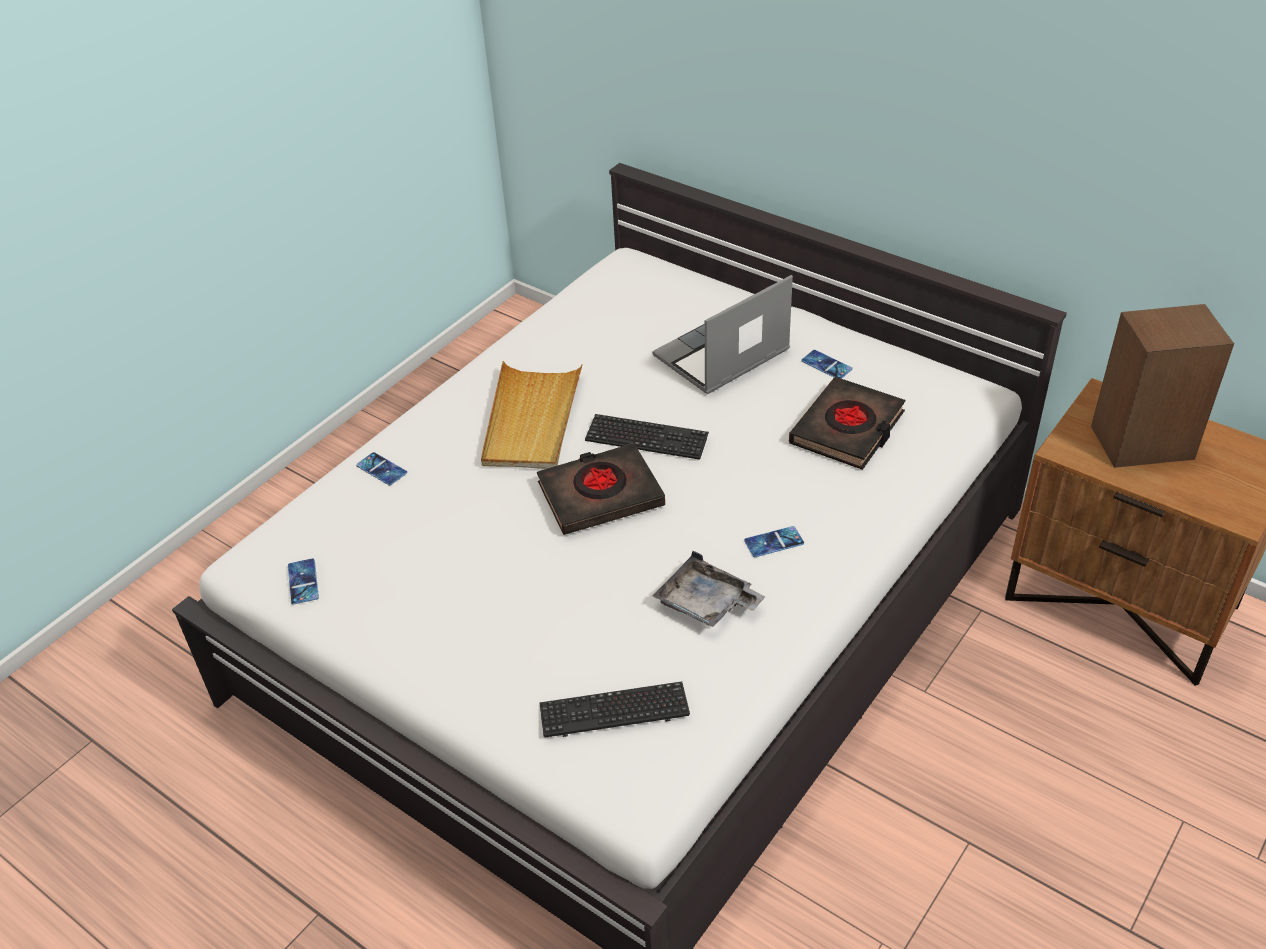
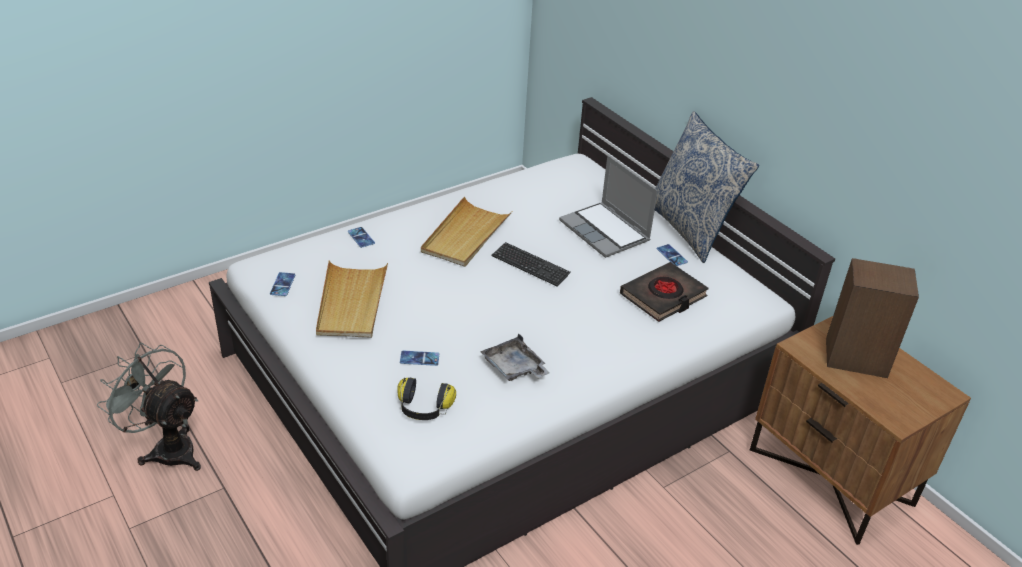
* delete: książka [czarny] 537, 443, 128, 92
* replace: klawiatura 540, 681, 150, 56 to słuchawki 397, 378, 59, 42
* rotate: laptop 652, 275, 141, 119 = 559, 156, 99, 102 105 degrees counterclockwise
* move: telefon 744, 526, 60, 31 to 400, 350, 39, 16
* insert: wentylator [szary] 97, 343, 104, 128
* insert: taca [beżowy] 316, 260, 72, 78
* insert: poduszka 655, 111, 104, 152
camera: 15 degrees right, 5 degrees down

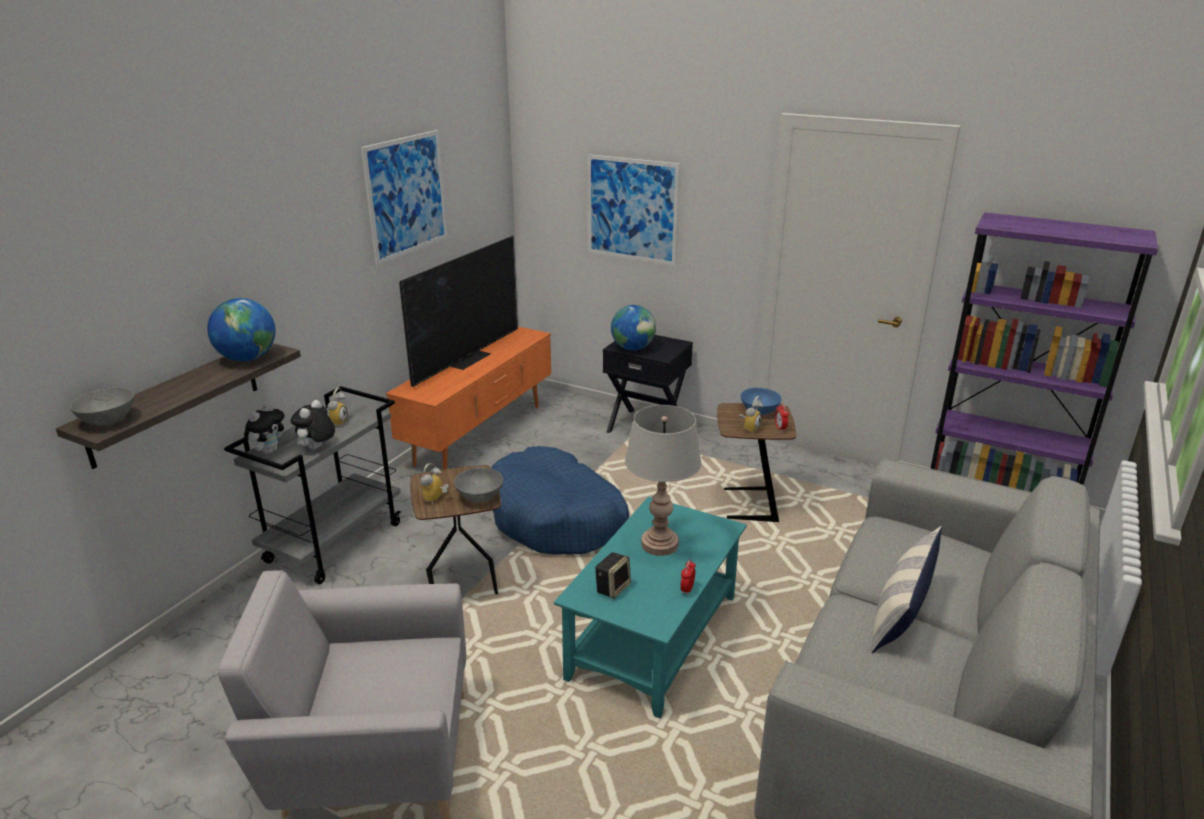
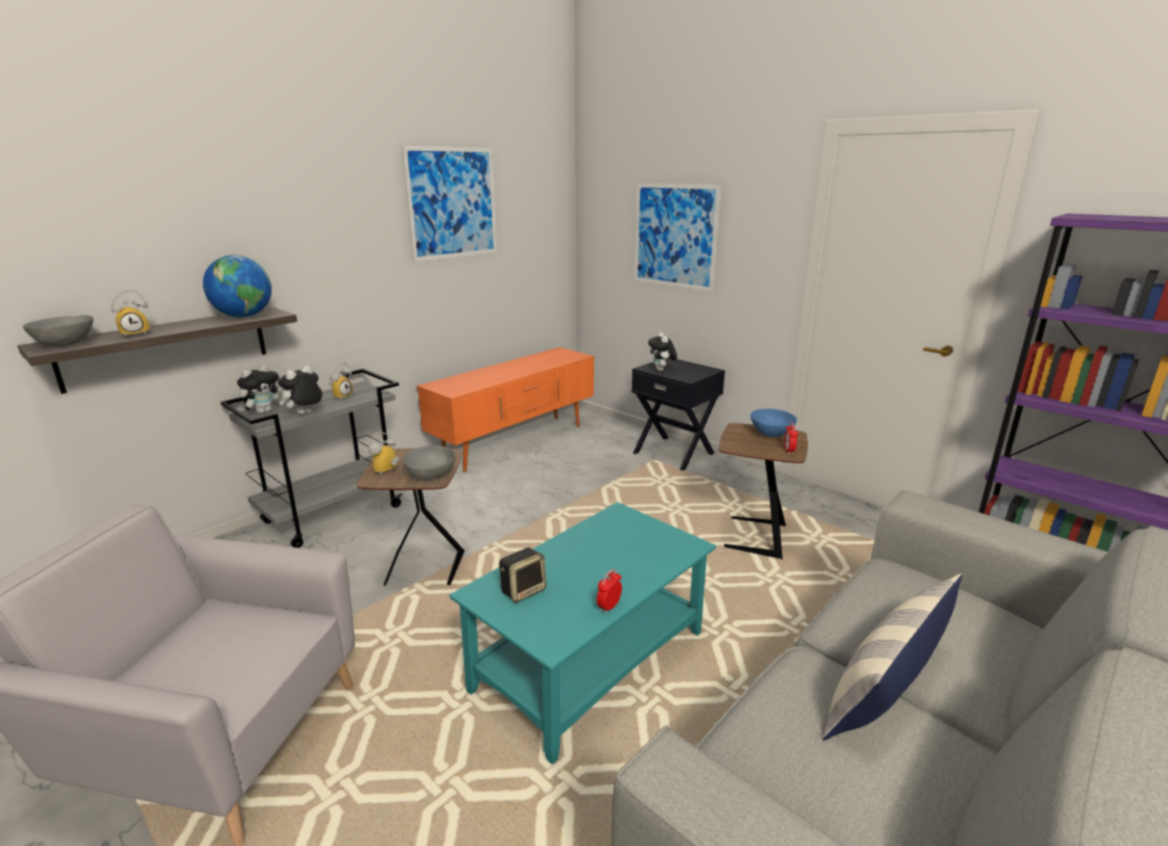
* delete: telewizor 399, 236, 119, 151
* delete: legowisko [niebieski] 491, 446, 138, 109
* replace: globus 611, 305, 45, 45 to pluszak 648, 332, 29, 39
* delete: lampa stołowa [szary] 625, 405, 76, 151
* move: budzik 739, 396, 24, 37 to 111, 290, 39, 48
camera: 15 degrees right, 5 degrees down

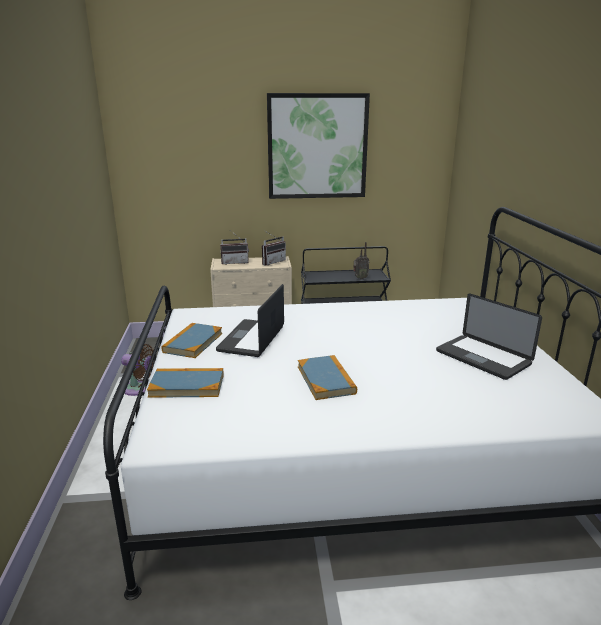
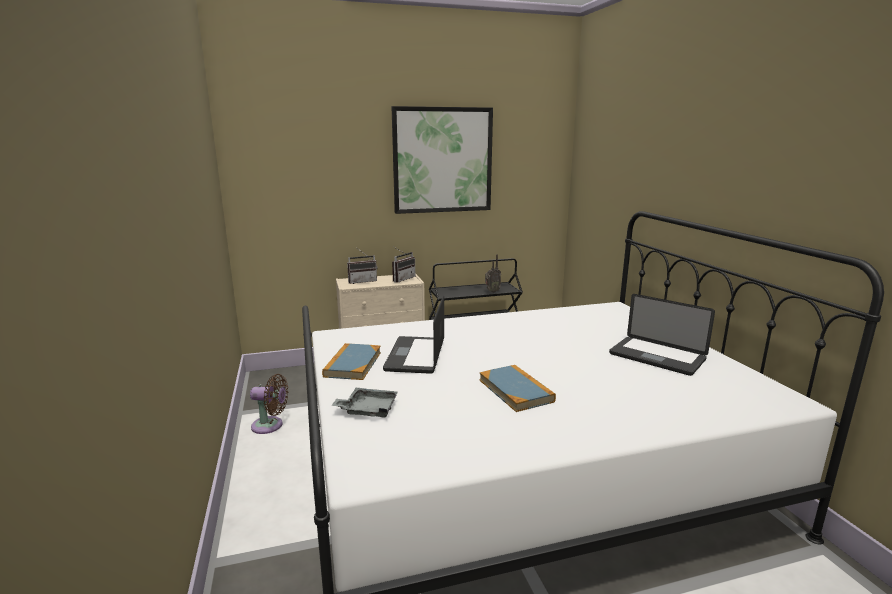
* replace: książka 147, 368, 77, 30 to taca [szary] 331, 388, 67, 30
camera: 10 degrees left, 5 degrees down

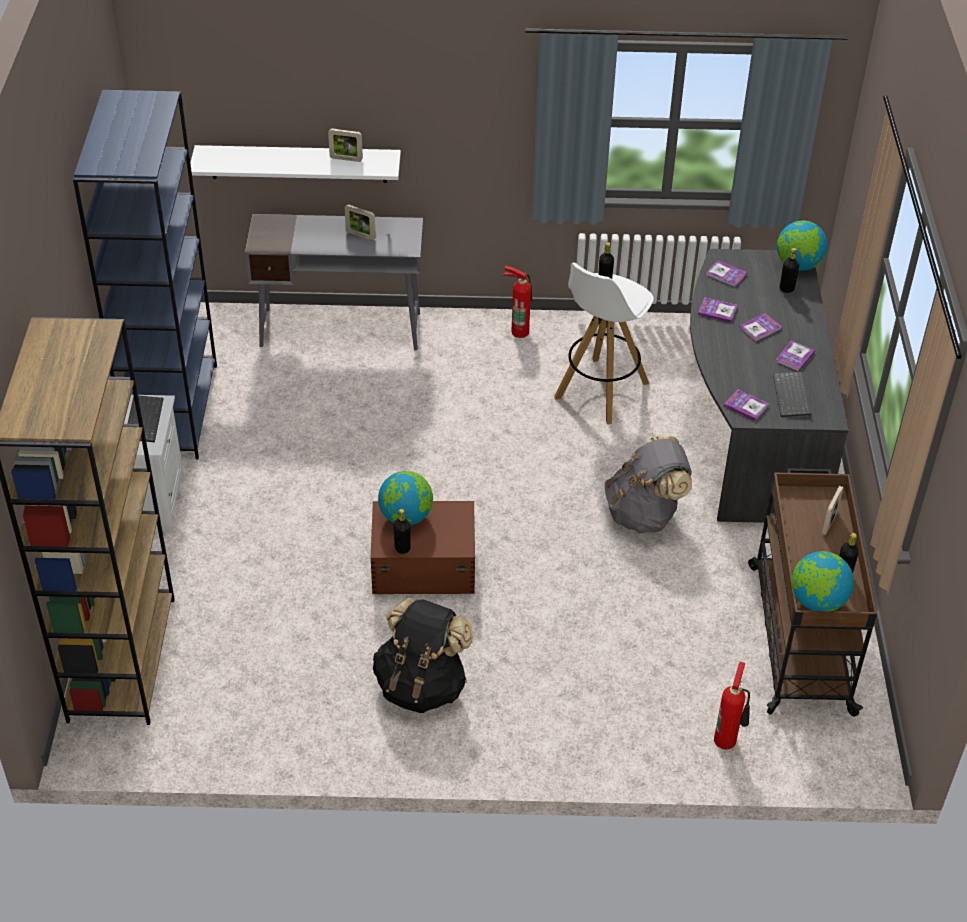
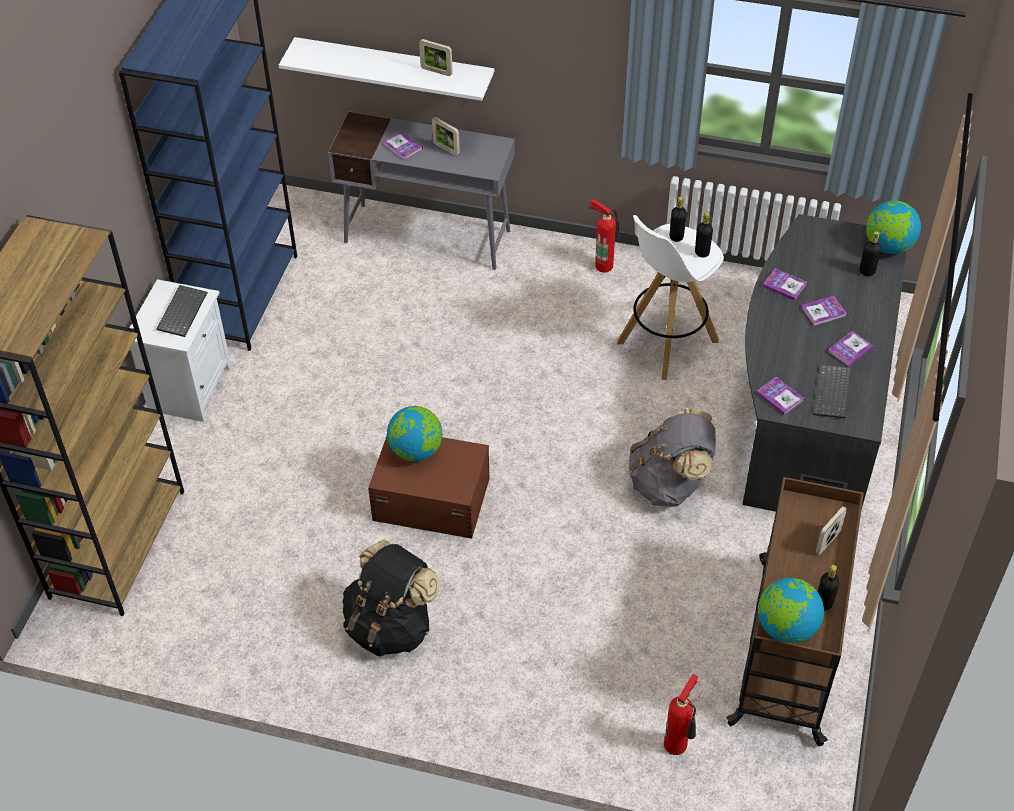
* move: butelka [czarny] 394, 509, 17, 45 to 695, 212, 18, 46
* move: książka 706, 260, 41, 27 to 383, 131, 40, 29
camera: 15 degrees right, 5 degrees up

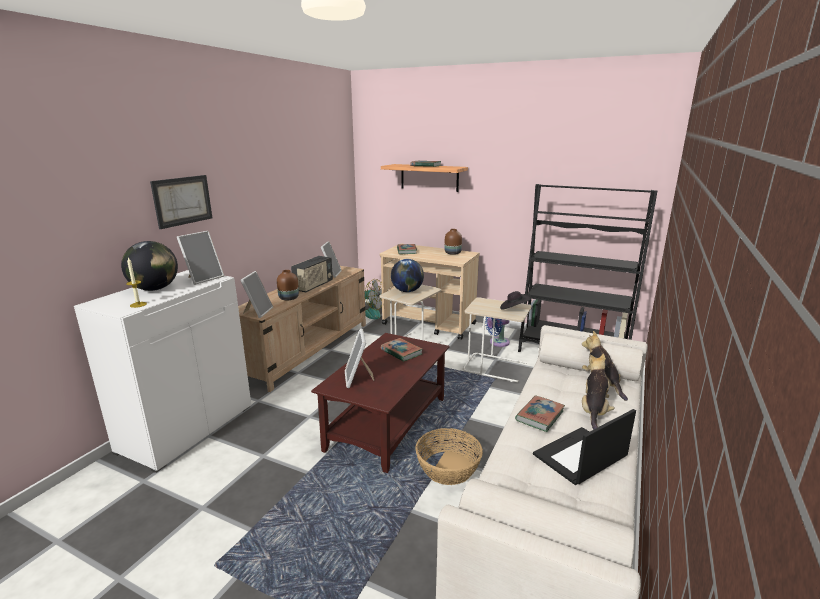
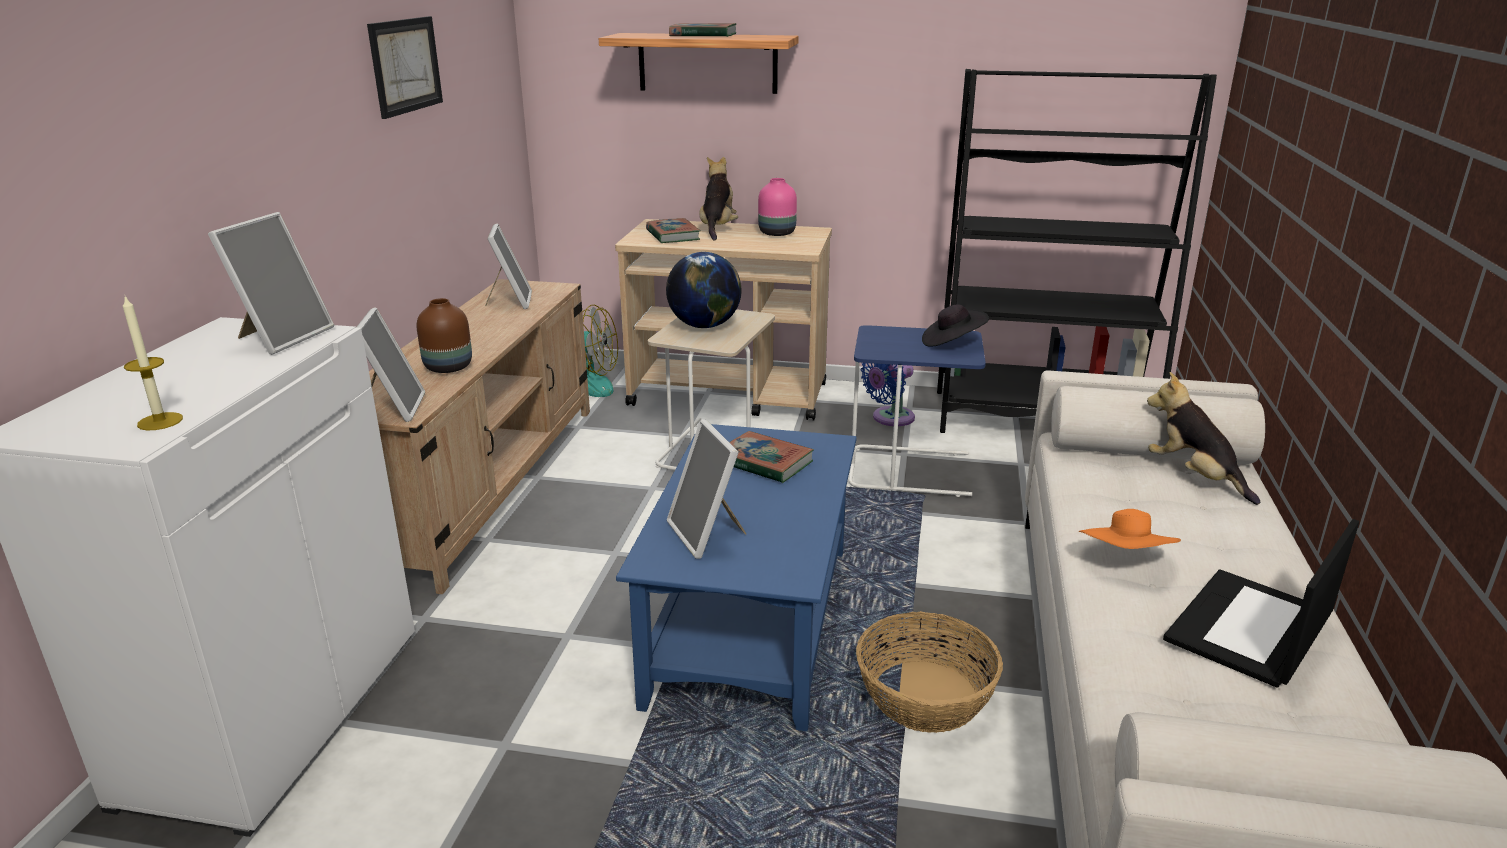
* delete: globus 121, 241, 57, 50
* move: obraz 150, 175, 62, 54 to 367, 16, 76, 103
* delete: radio 291, 256, 42, 36
* recolor: ława [brązowy] 311, 333, 139, 140 to ława [niebieski] 616, 424, 241, 307
* recolor: wazon [brązowy] 444, 229, 18, 26 to wazon [różowy] 758, 178, 39, 58
* recolor: stolik [beżowy] 463, 297, 68, 85 to stolik [niebieski] 849, 325, 137, 172
* replace: książka 515, 395, 50, 37 to kapelusz [pomarańczowy] 1079, 509, 102, 40
* move: pluszak 582, 354, 33, 76 to 699, 157, 39, 84
camera: 15 degrees left, 5 degrees up

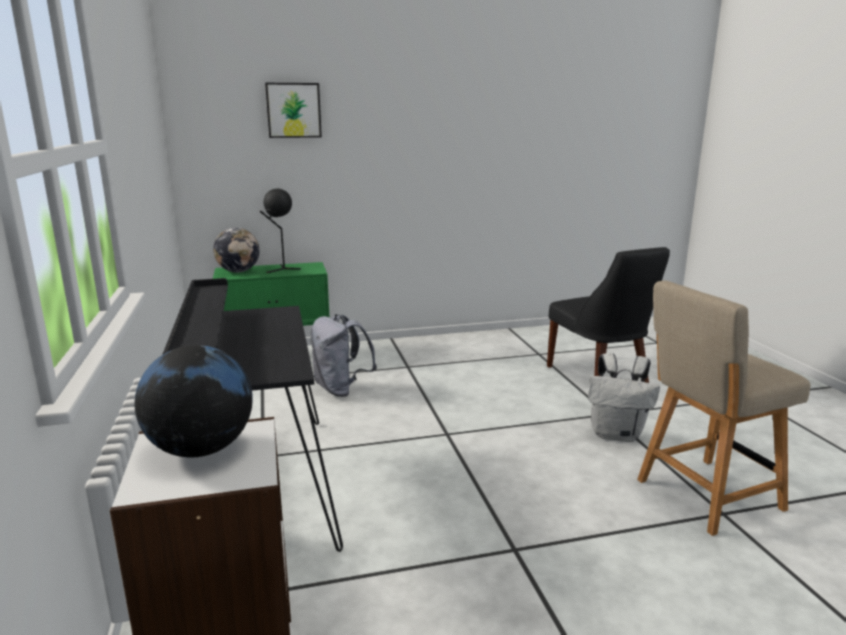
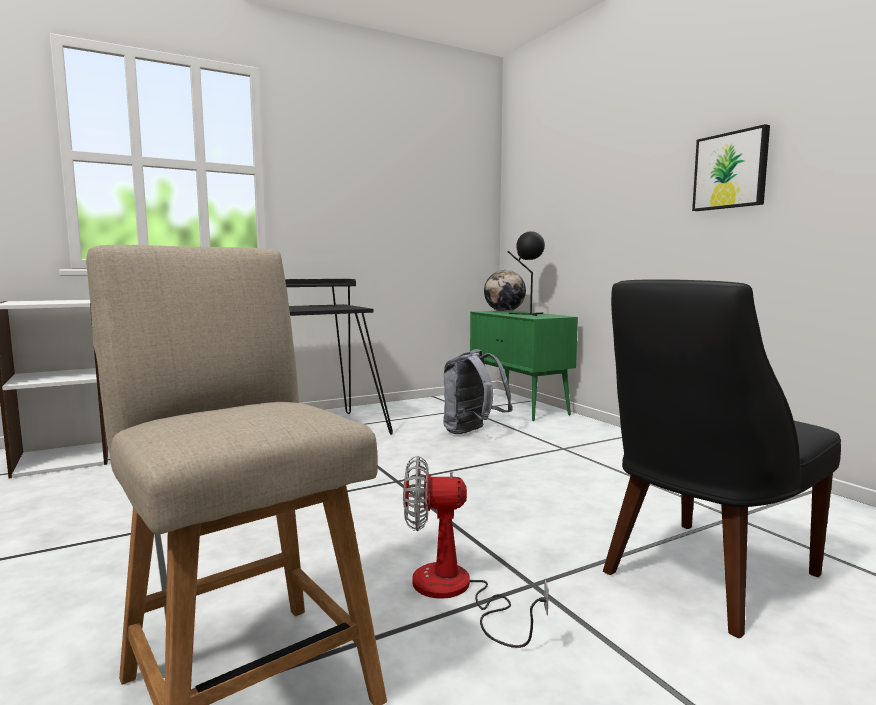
* delete: globus 135, 345, 118, 113
* move: obraz 265, 83, 57, 55 to 692, 124, 78, 87
* replace: plecak [biały] 588, 353, 72, 89 to wentylator 403, 456, 146, 192
camera: 75 degrees right, 10 degrees down

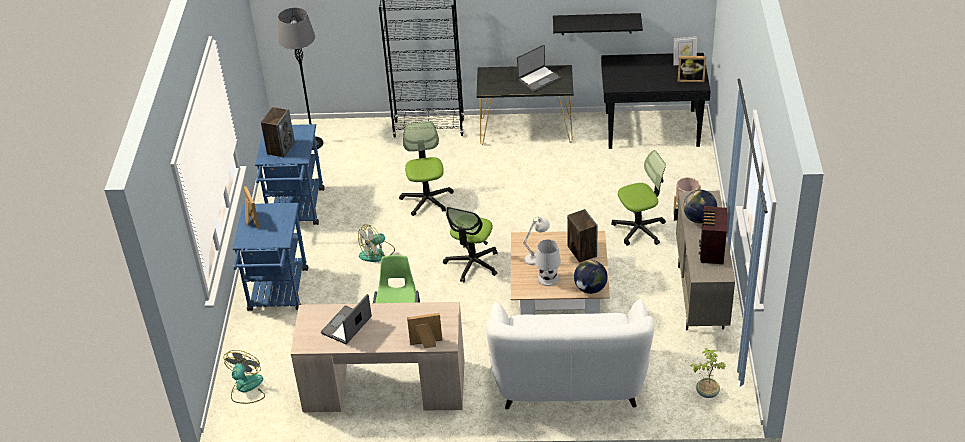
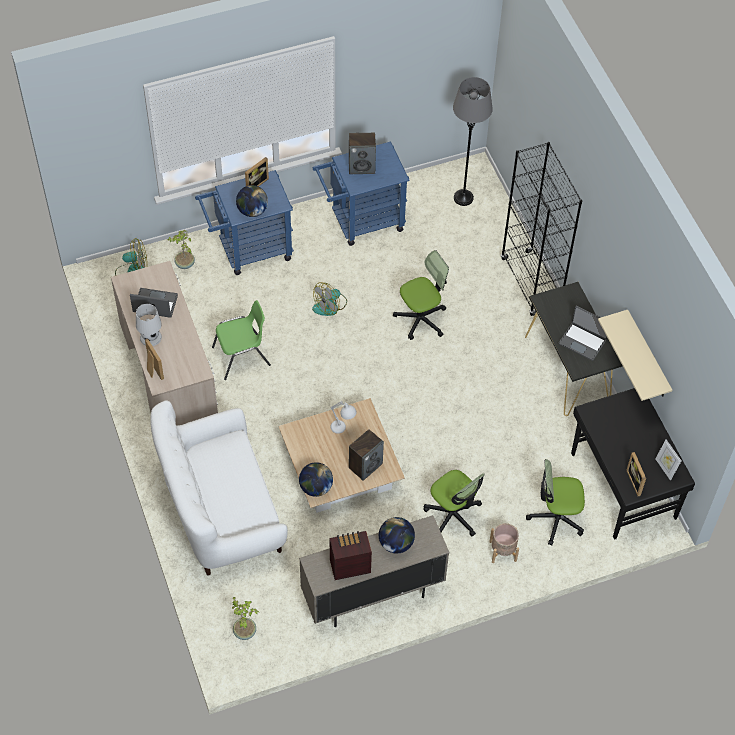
* rotate: wentylator 358, 224, 37, 38 = 312, 283, 35, 33 75 degrees counterclockwise
* move: krzesło biurowe 443, 207, 55, 76 to 526, 459, 59, 87
* move: lampa stołowa [biały] 535, 239, 26, 47 to 136, 304, 26, 42
* recolor: półka [czarny] 553, 13, 90, 22 to półka [beżowy] 598, 310, 74, 91
* insert: roślina doniczkowa 168, 230, 27, 39
* insert: globus 236, 185, 32, 32
camera: 65 degrees right, 15 degrees up

